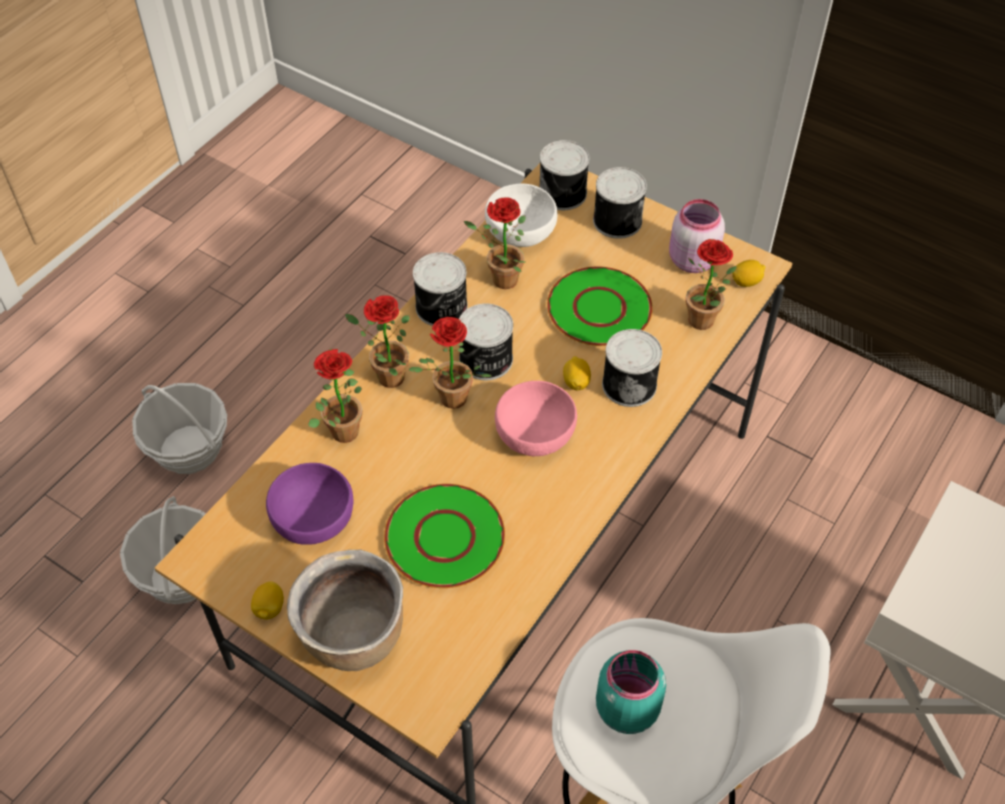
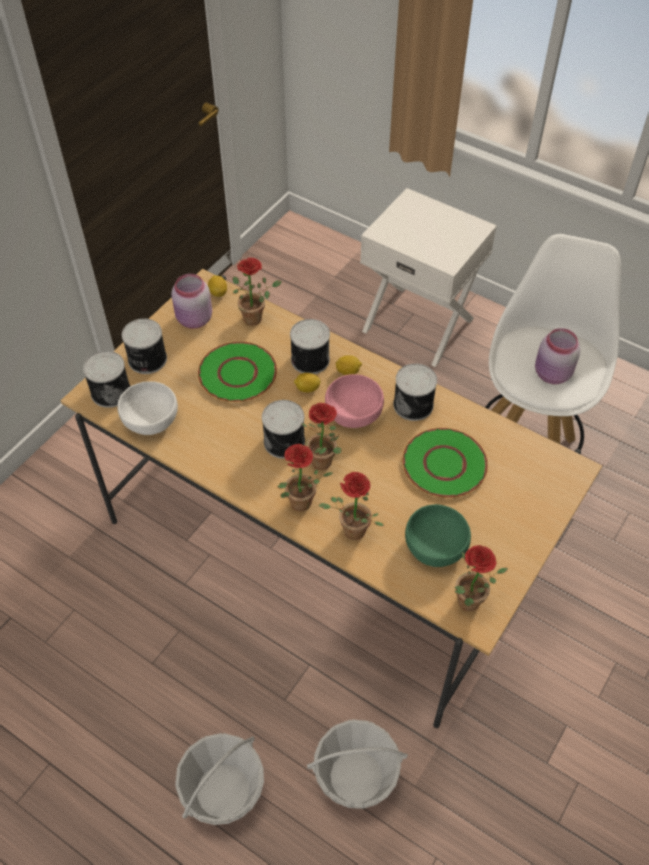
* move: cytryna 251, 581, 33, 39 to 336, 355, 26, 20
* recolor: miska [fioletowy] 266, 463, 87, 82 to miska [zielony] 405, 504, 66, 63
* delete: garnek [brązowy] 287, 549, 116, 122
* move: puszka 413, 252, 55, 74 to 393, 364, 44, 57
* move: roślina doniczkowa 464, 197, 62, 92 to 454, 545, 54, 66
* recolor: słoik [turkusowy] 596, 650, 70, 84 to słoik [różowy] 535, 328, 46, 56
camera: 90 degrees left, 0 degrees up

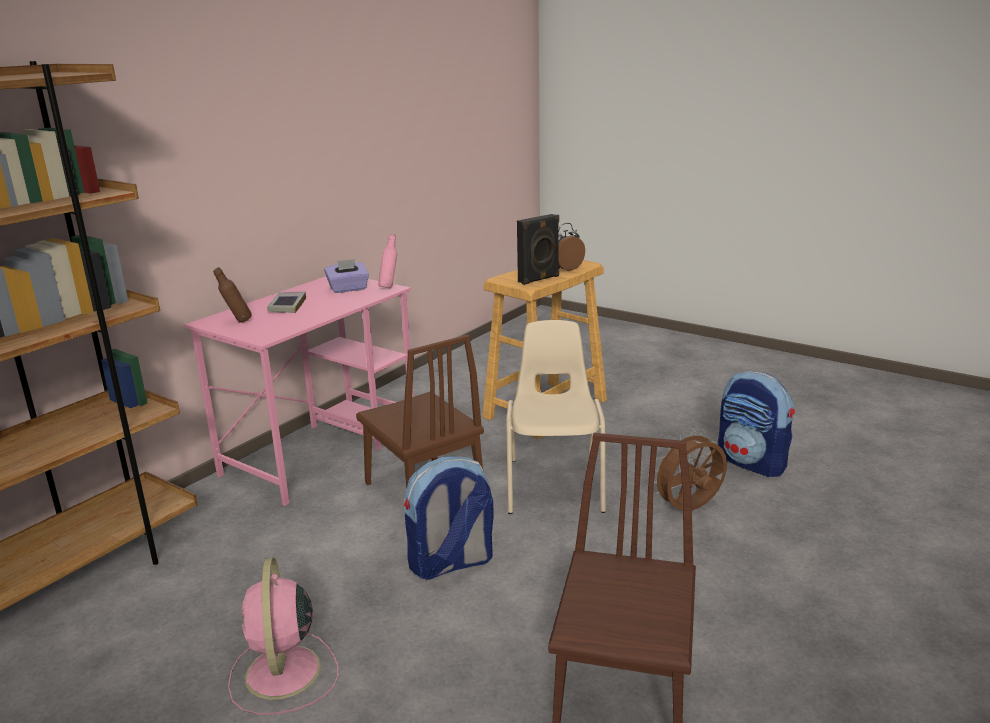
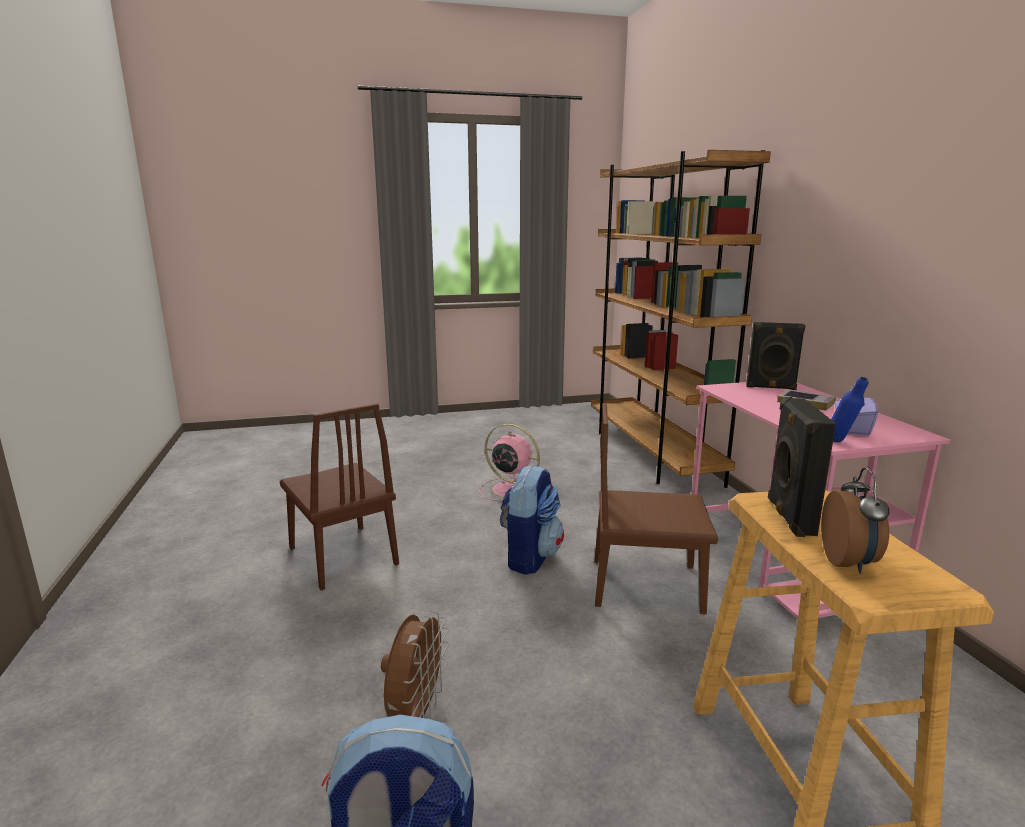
* replace: butelka [brązowy] 213, 267, 39, 56 to głośnik [czarny] 746, 322, 59, 68
* recolor: butelka [różowy] 378, 234, 19, 55 to butelka [niebieski] 831, 377, 38, 65
* delete: krzesło [beżowy] 506, 320, 100, 194
camera: 130 degrees right, 5 degrees down

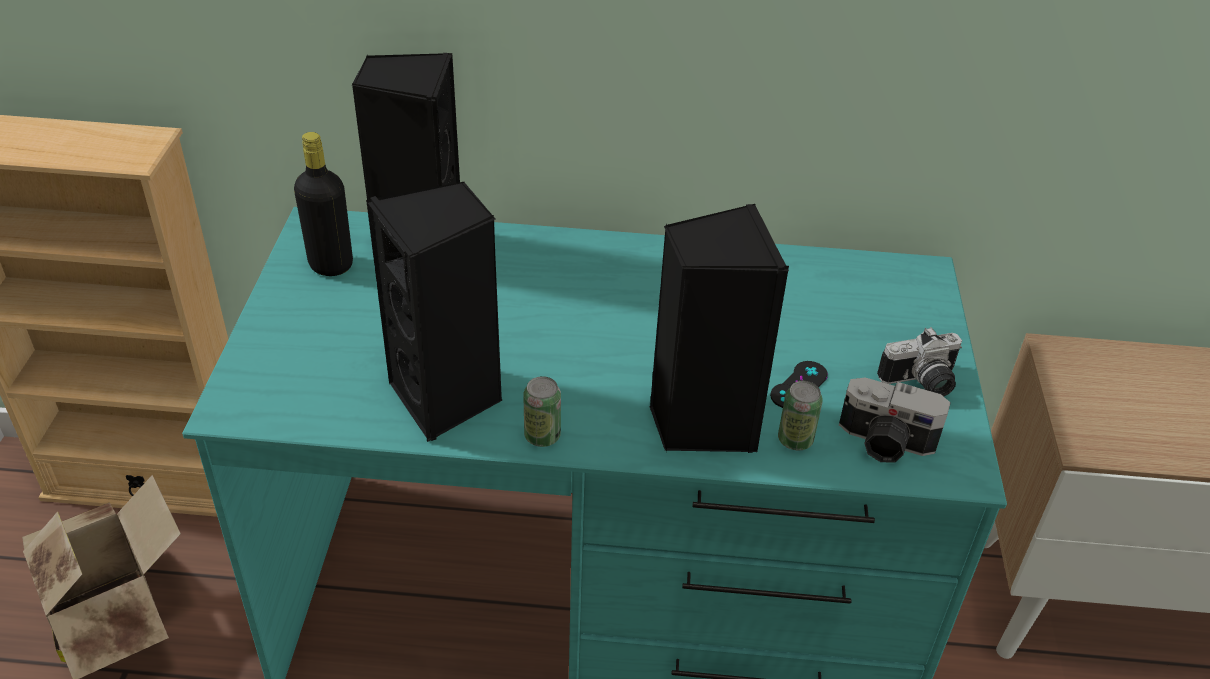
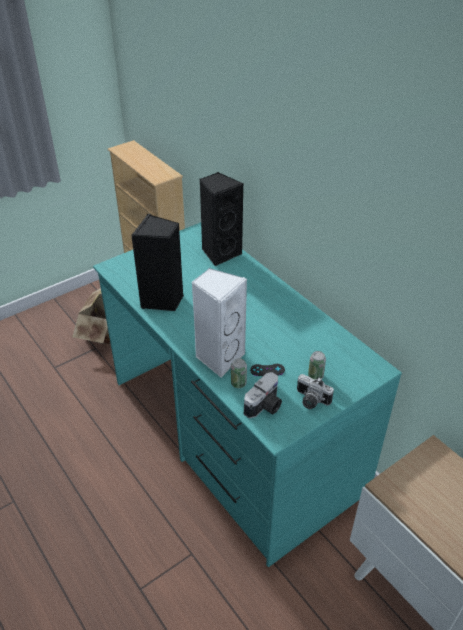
* delete: butelka [czarny] 294, 132, 59, 144
* move: puszka 523, 376, 38, 71 to 308, 351, 18, 28
* recolor: głośnik [czarny] 649, 204, 140, 249 to głośnik [biały] 192, 268, 55, 110
* rotate: aparat fotograficzny 839, 378, 111, 85 = 244, 372, 38, 46 120 degrees counterclockwise
camera: 50 degrees right, 0 degrees up

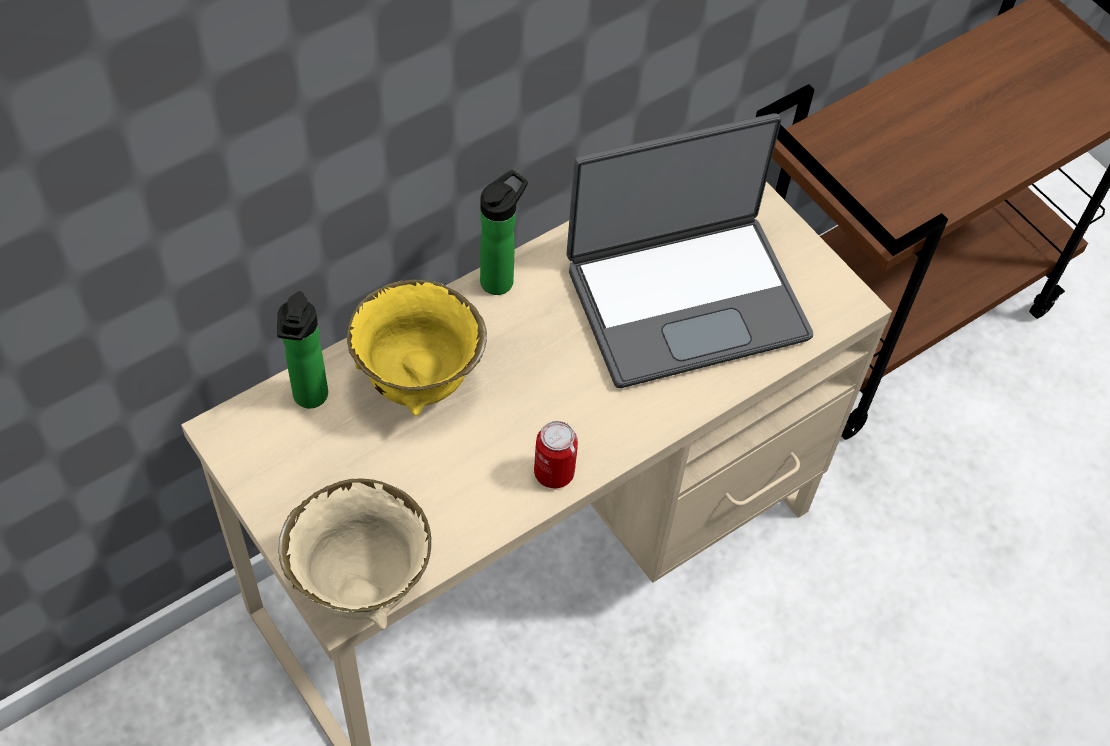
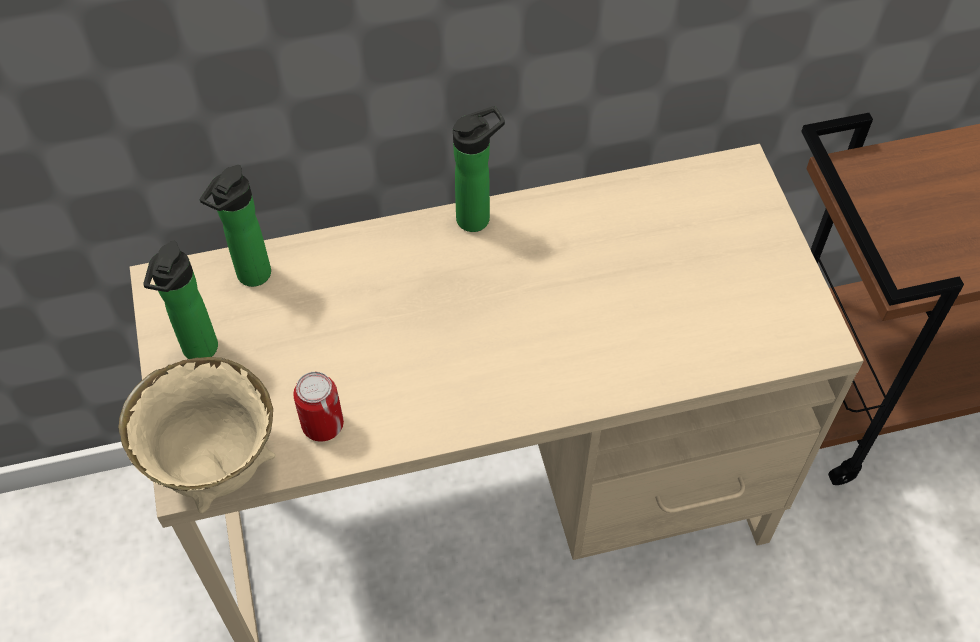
* delete: miska [żółty] 347, 279, 140, 137
* move: puszka 534, 421, 44, 68 to 293, 372, 51, 70
* delete: laptop 566, 113, 247, 275
* insert: butelka 143, 241, 75, 118
camera: 25 degrees right, 0 degrees up

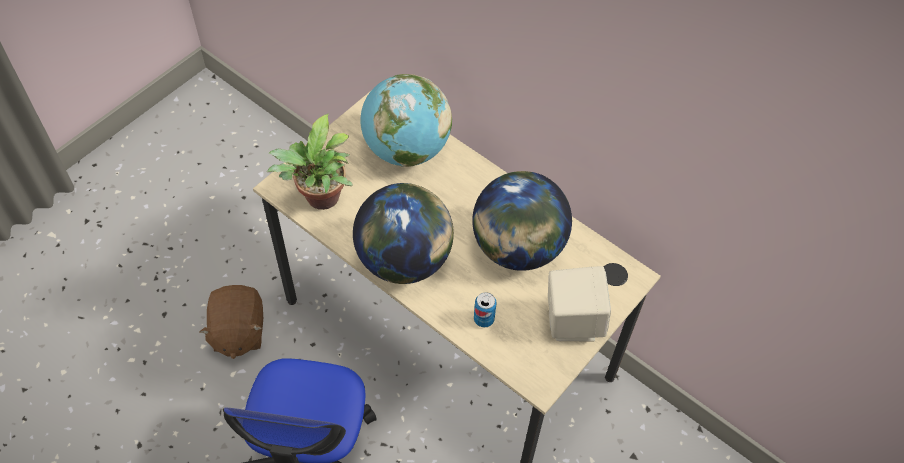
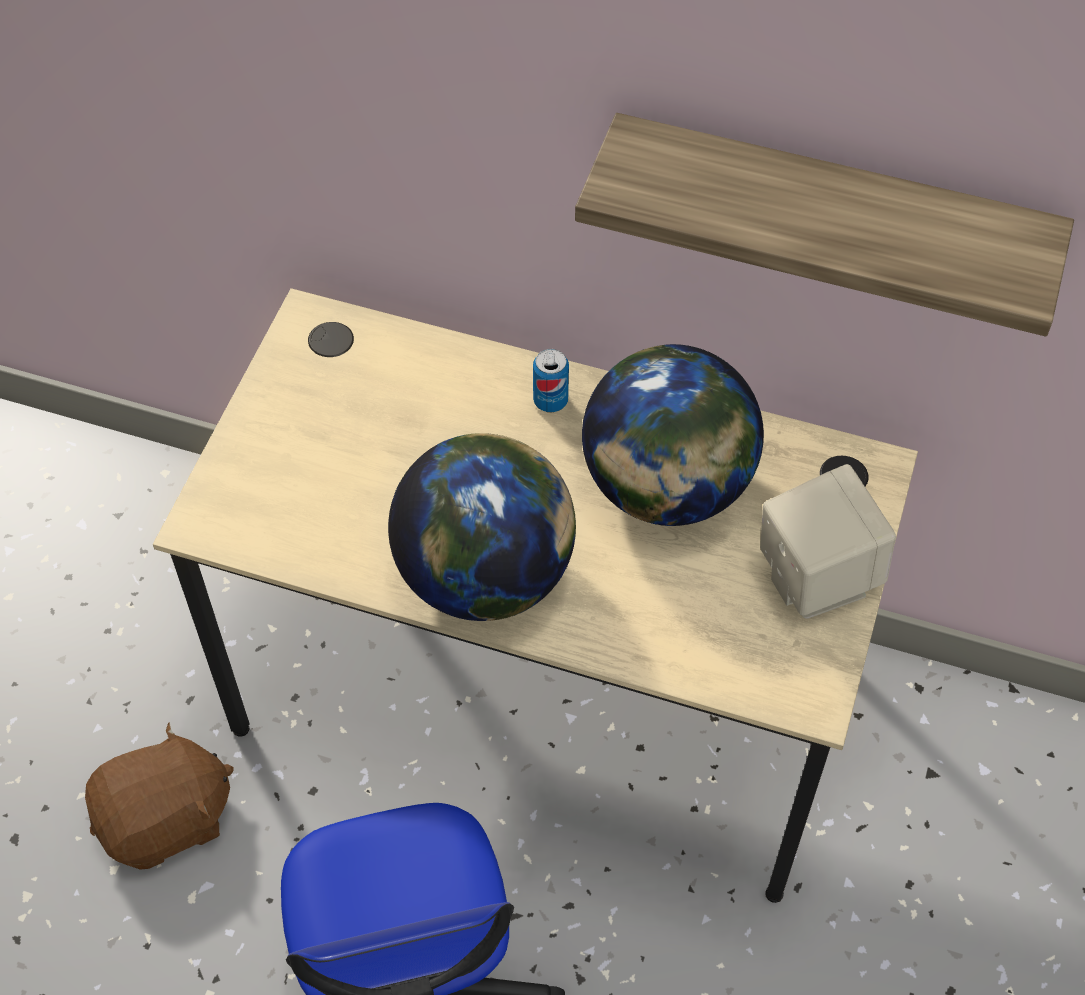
* rotate: pluszak [brązowy] 200, 285, 63, 74 = 85, 722, 149, 148 90 degrees counterclockwise
* delete: roślina doniczkowa 267, 114, 86, 96
* delete: globus 361, 74, 91, 93
* move: puszka 474, 292, 23, 36 to 533, 349, 36, 63
* insert: półka 575, 113, 499, 223
camera: 20 degrees left, 0 degrees up

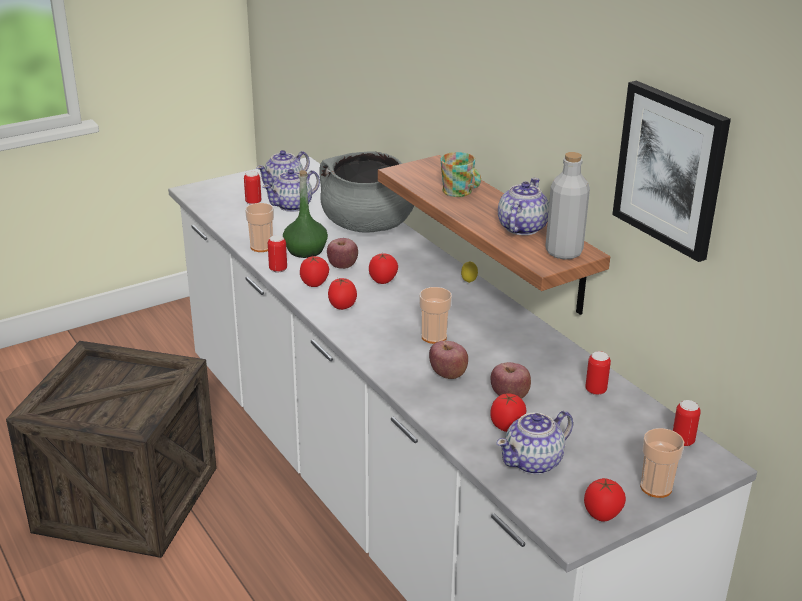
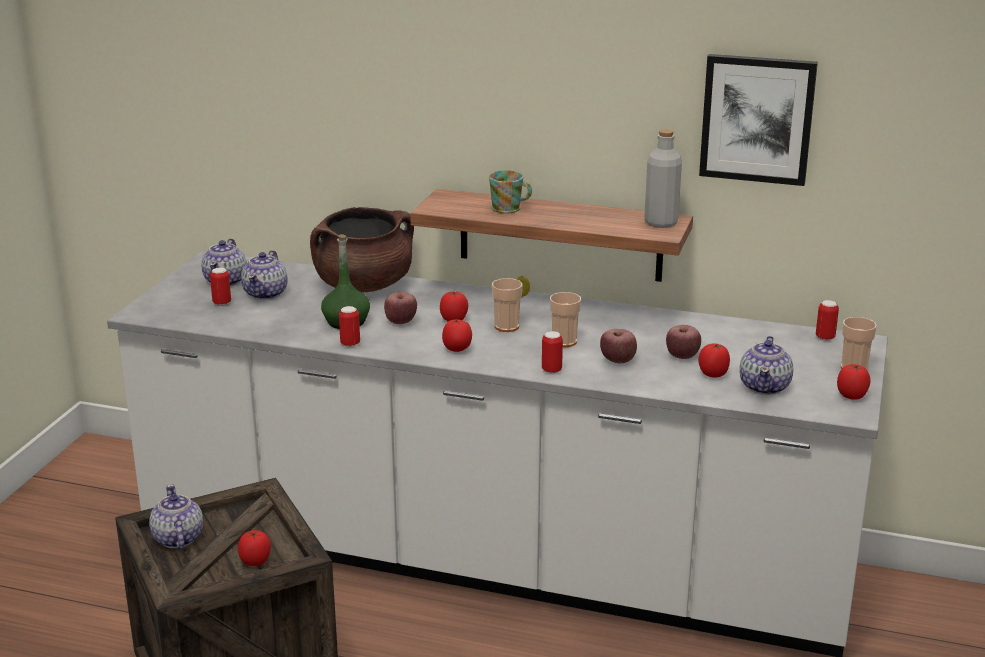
* move: filiżanka 245, 203, 29, 49 to 492, 278, 30, 54
* move: pomidor 300, 256, 29, 31 to 238, 530, 33, 36
* recolor: garnek [szary] 319, 151, 95, 82 to garnek [brązowy] 310, 207, 104, 85
* move: imbryk 498, 178, 51, 57 to 149, 484, 54, 65
* move: puszka 585, 351, 26, 44 to 542, 331, 21, 42
camera: 40 degrees left, 5 degrees down

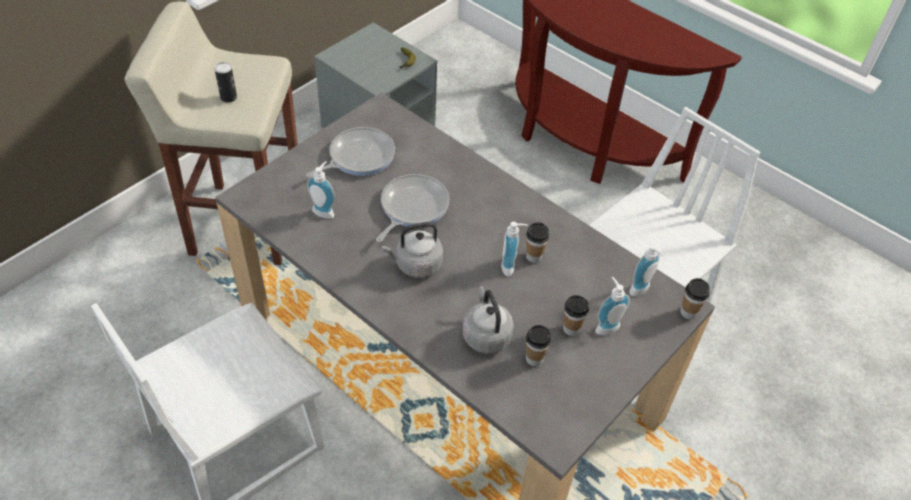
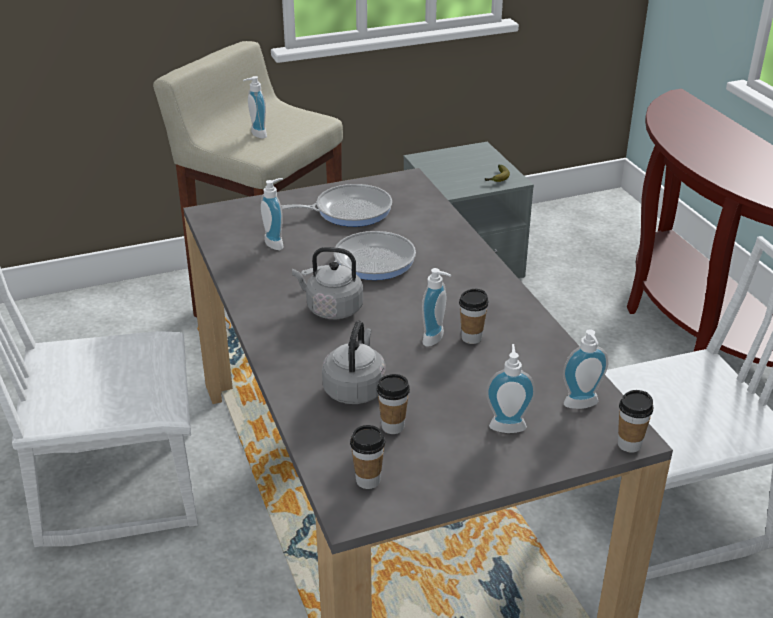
* replace: puszka 214, 62, 23, 41 to dozownik mydła 243, 76, 24, 63
* move: filiżanka 563, 295, 26, 41 to 350, 425, 35, 64
camera: 30 degrees right, 15 degrees down

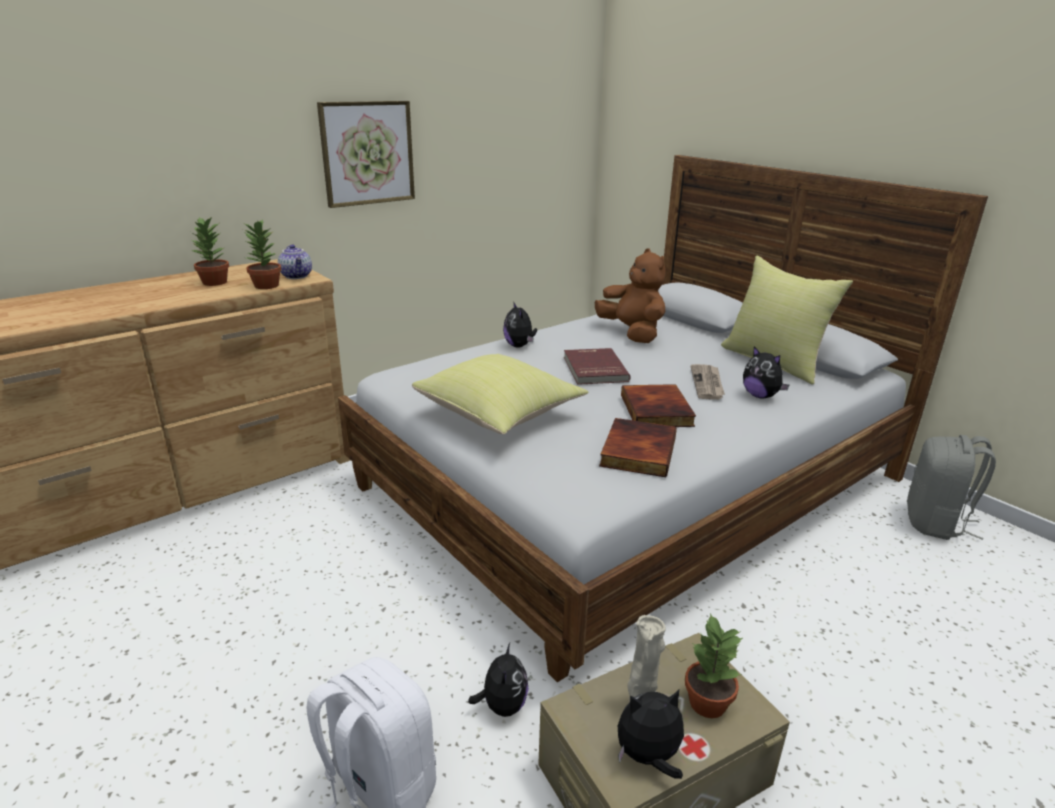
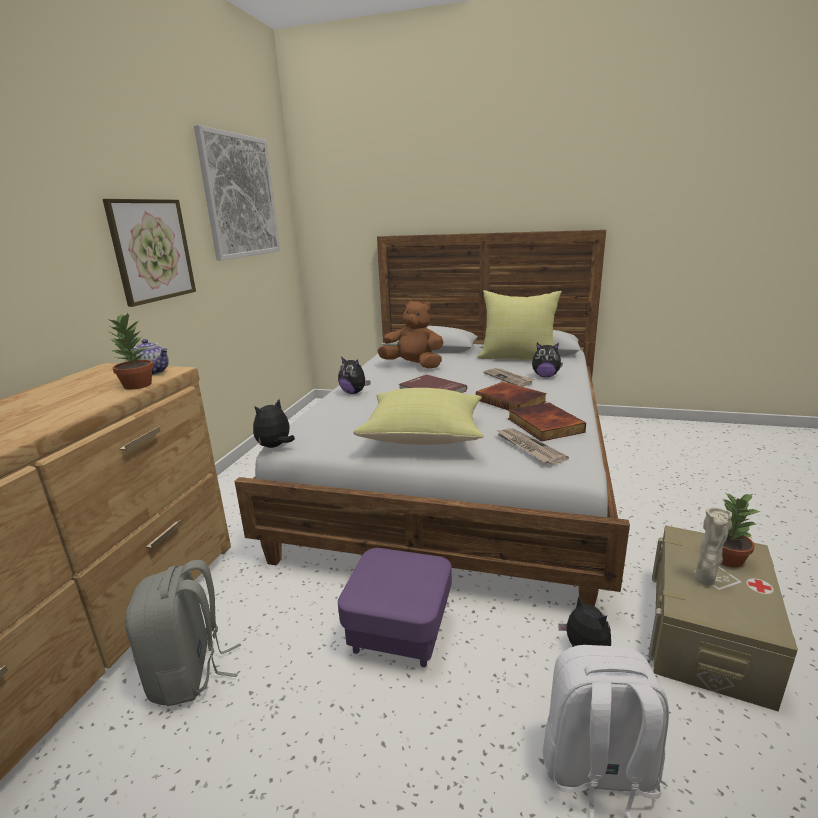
* delete: roślina doniczkowa 191, 216, 38, 70
* move: pluszak 618, 690, 66, 89 to 253, 399, 42, 49
* move: plecak [szary] 907, 435, 89, 105 to 125, 560, 116, 146
* insert: obraz 194, 125, 86, 136
* insert: pufa [fioletowy] 338, 548, 114, 119
* insert: gazeta 497, 428, 72, 37
camera: 35 degrees left, 5 degrees down

